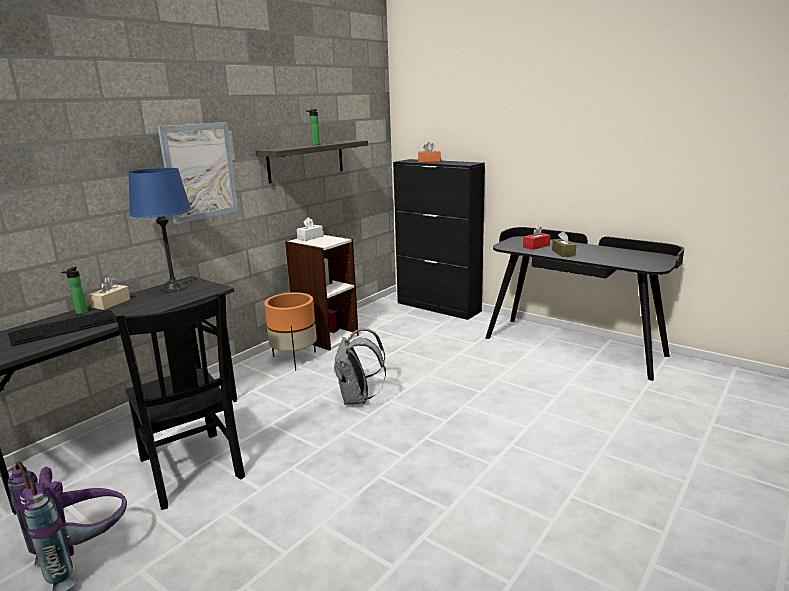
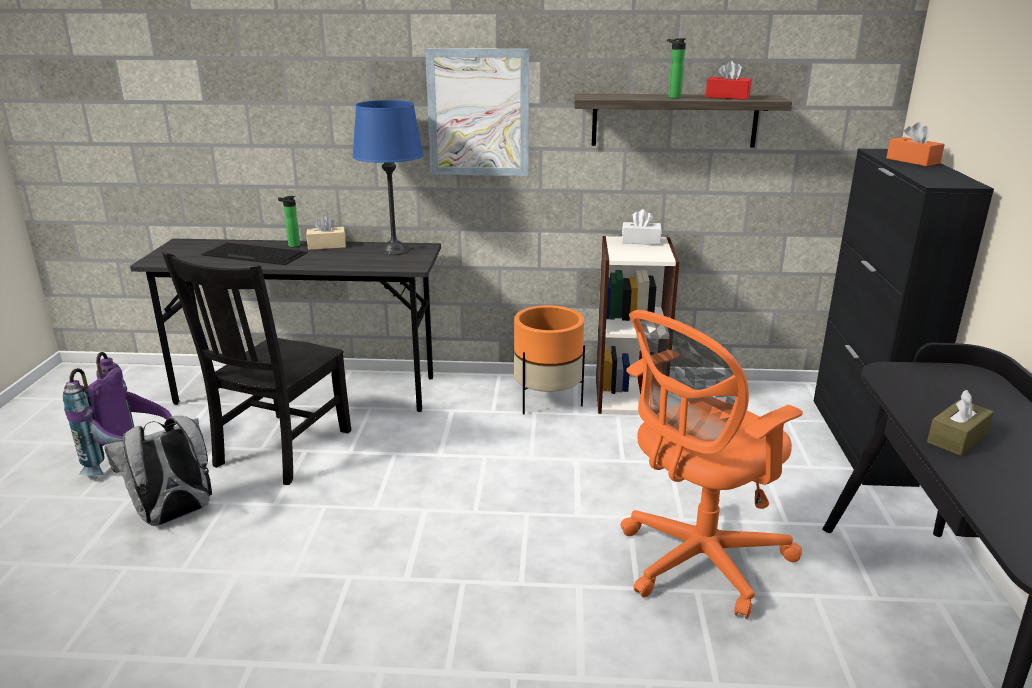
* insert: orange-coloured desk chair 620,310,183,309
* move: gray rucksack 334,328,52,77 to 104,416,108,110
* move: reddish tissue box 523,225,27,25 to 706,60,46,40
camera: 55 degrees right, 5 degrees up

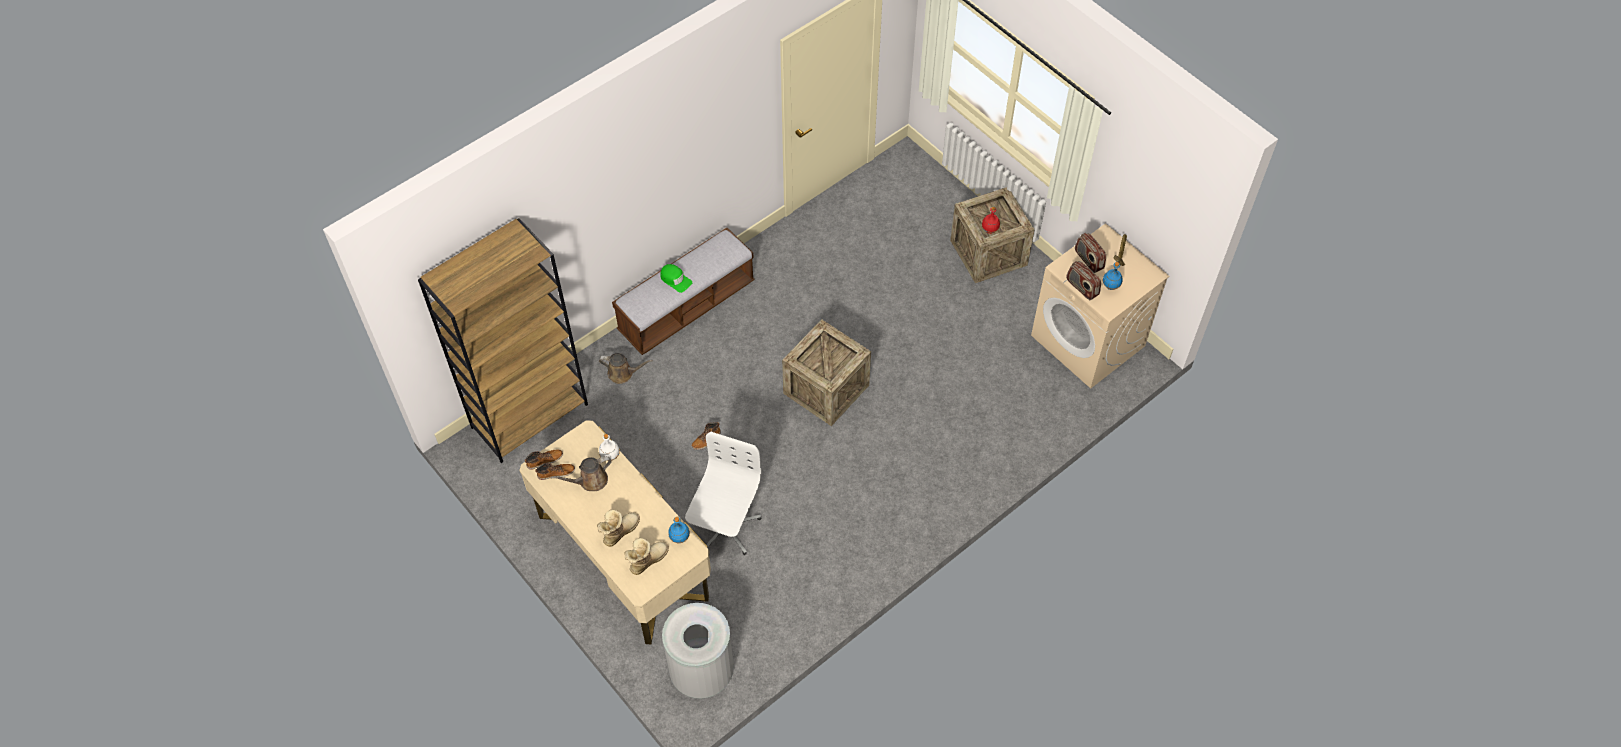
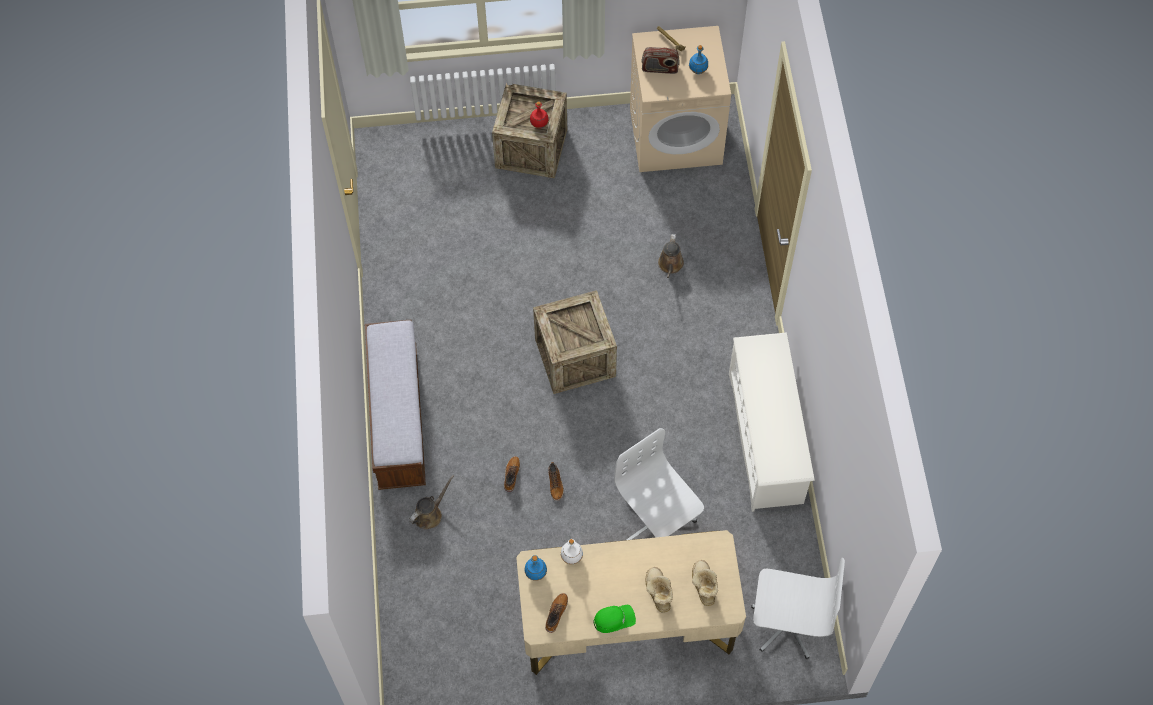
* delete: brown bookcase 418,218,170,245
* delete: radio set 1066,261,35,39
* insert: white shoe shelf 729,332,86,180
* move: high-top boot 525,449,38,21 to 504,456,16,36
* move: brown sprinkling can 551,456,61,35 to 658,234,26,44
* move: greenish baseball cap 660,264,32,29 to 594,605,42,28
* move: bluish beverage bottle 669,517,21,26 to 525,555,22,26
* replace: gray rubbish bin 662,603,72,95 to white desk chair 751,558,94,101
camera: 55 degrees left, 5 degrees up

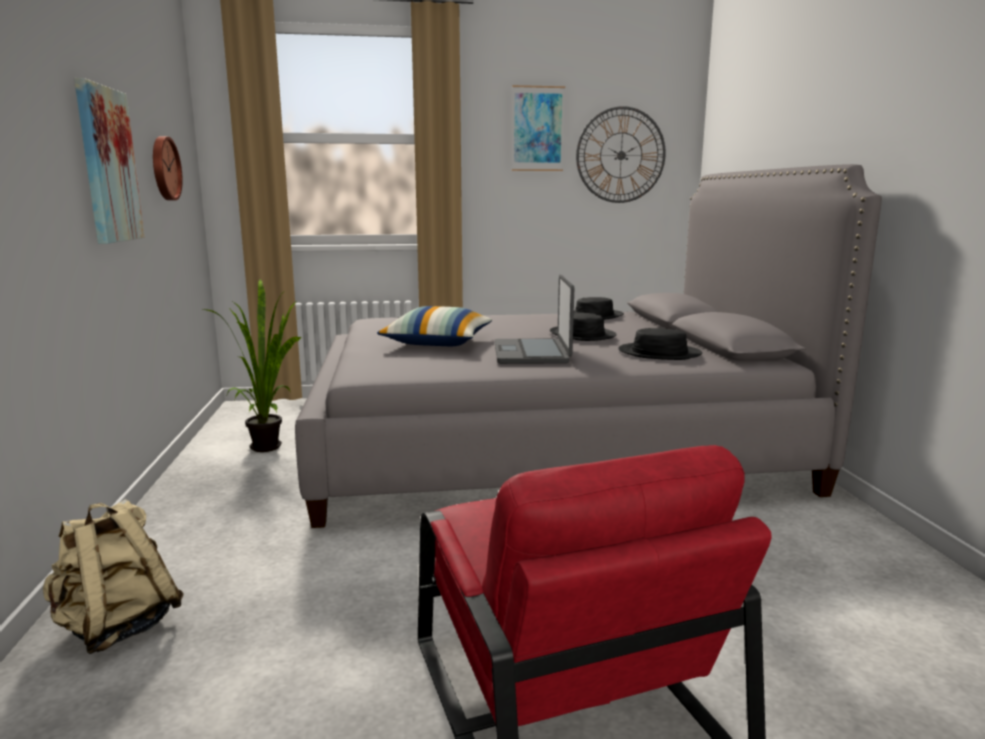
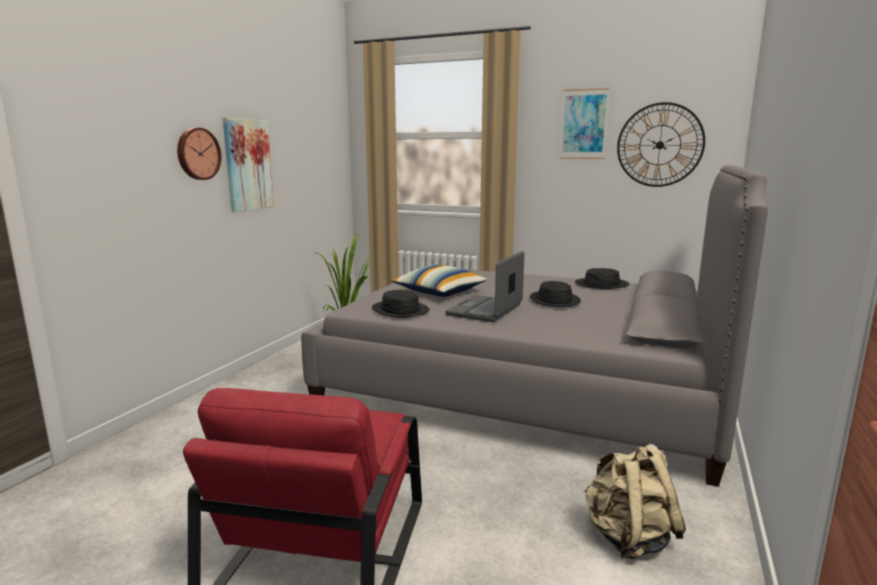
* move: beige-coloured rucksack 43,499,141,155 to 585,444,101,115
* move: hanging clock 153,136,30,64 to 177,128,44,52
* move: black-coloured clothing hat 618,328,84,32 to 372,290,57,28
camera: 30 degrees right, 0 degrees up

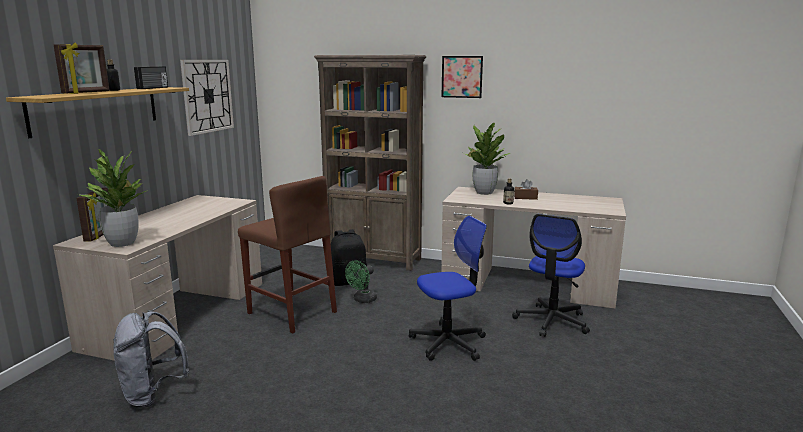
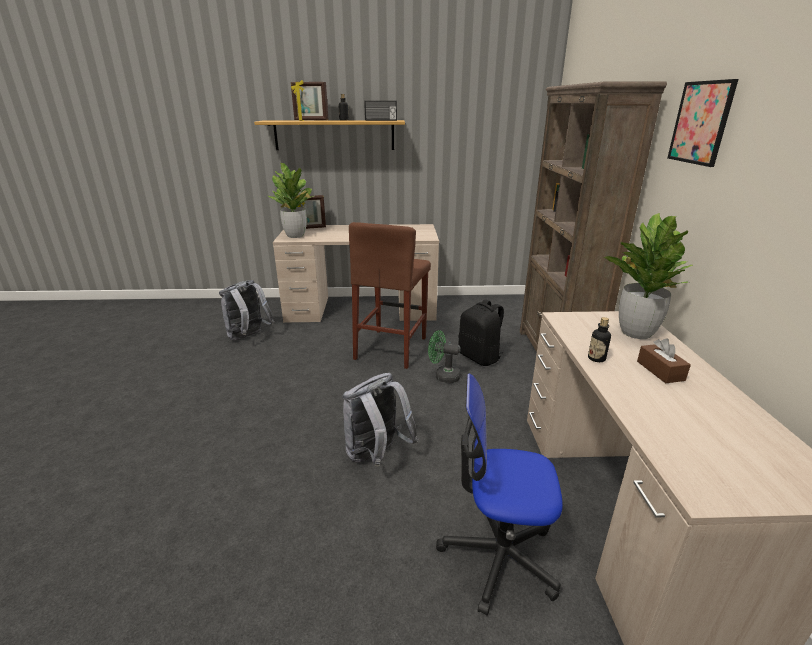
* delete: hanging clock 180,60,54,76
* replace: desk chair 409,216,78,145 to gray rucksack 342,373,77,94
camera: 70 degrees right, 10 degrees up

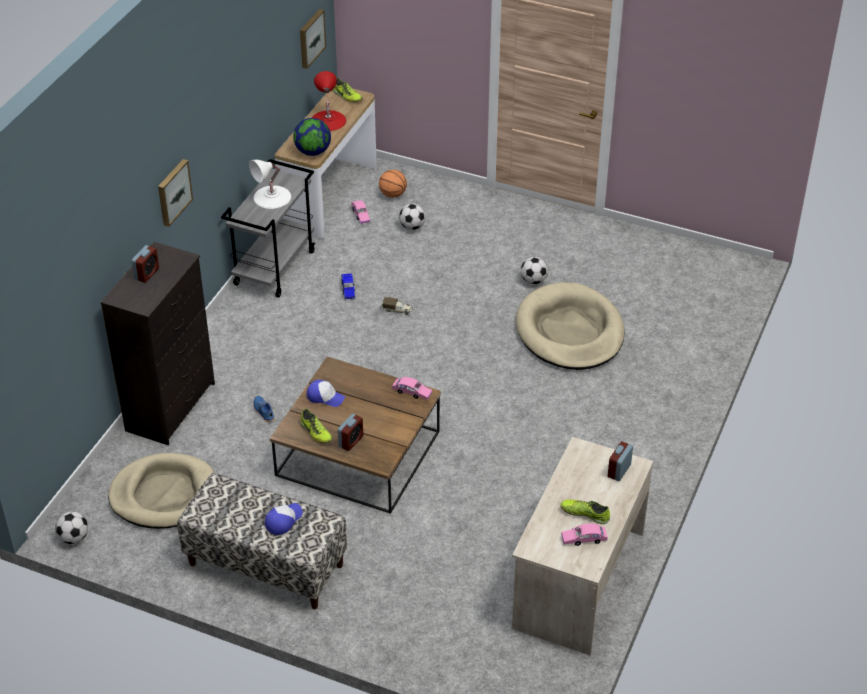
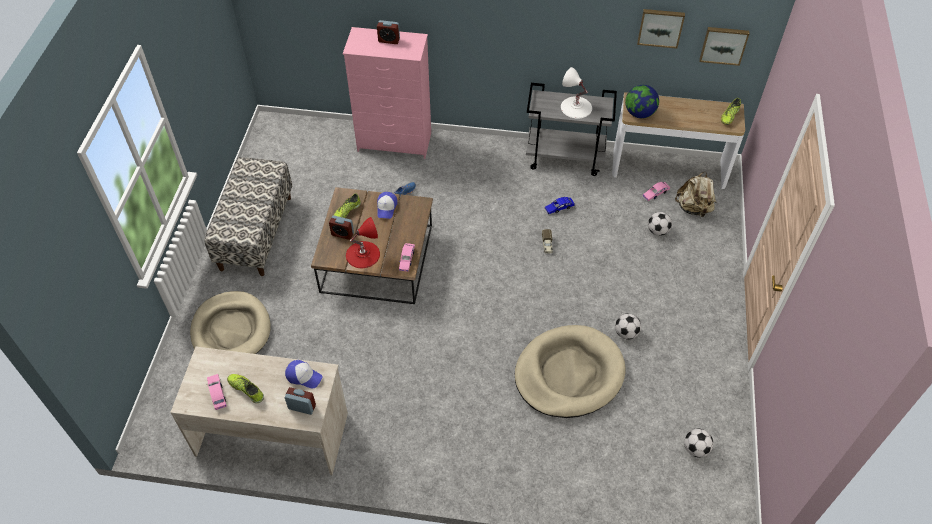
* move: ball for football 55,511,33,33 to 684,429,30,28
* move: beige-coloured dog cushion 108,453,106,76 to 190,291,81,63
* move: wall picture 158,159,35,68 to 637,9,48,40
* move: baseball cap 265,503,38,32 to 285,360,38,28
* move: reddish tabletop lamp 312,71,34,60 to 346,217,34,51
* replace: basketball 379,170,28,28 to beige-coloured rucksack 675,172,42,45
* recolor: black-coloured dresser 100,242,115,203 to pink dresser 343,27,88,132
* rotate: item of footwear 560,499,50,25 = 227,374,37,29 60 degrees counterclockwise
camera: 75 degrees right, 10 degrees up

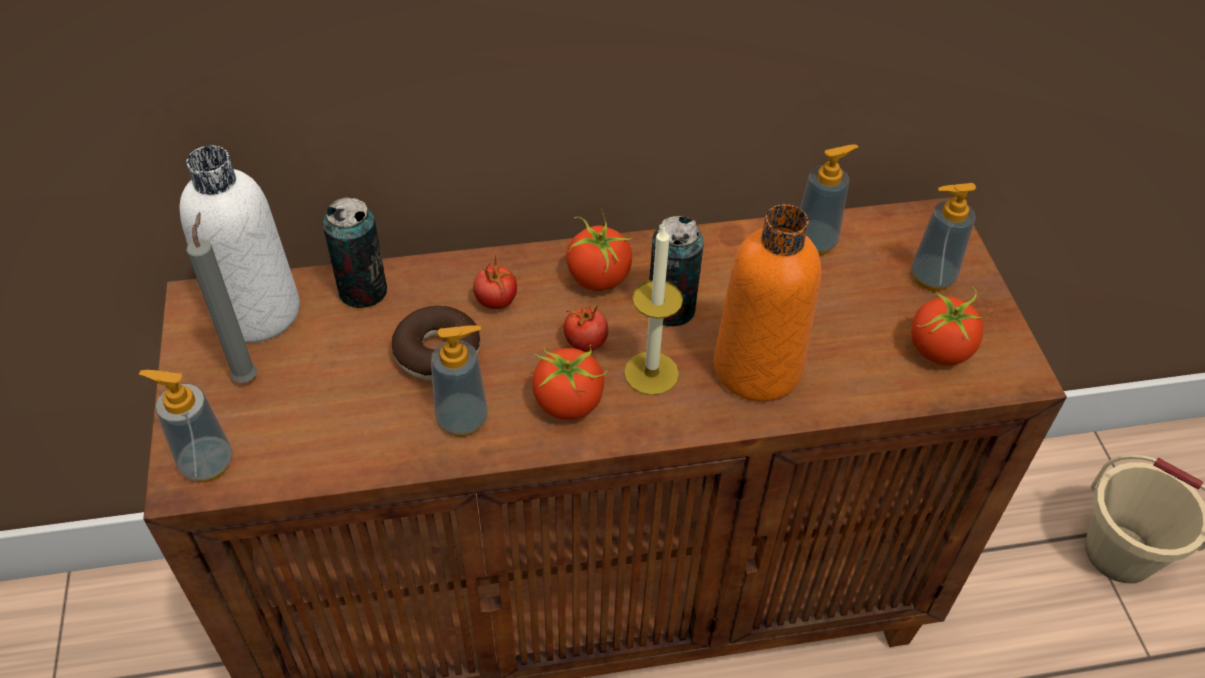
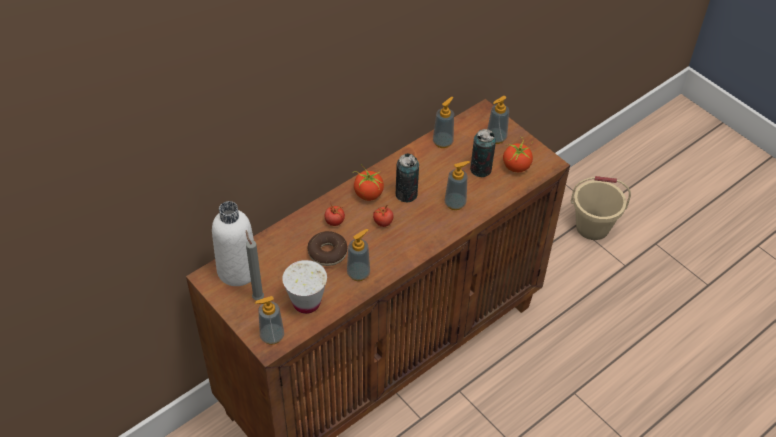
* delete: whole tomato 532,345,75,75
* delete: candle 624,226,59,169
* insert: white cup 282,260,45,54
* move: sealed can 323,197,64,111 to 470,129,26,48
* replace: orange-coloured beverage bottle 714,204,107,198 to liquid soap bottle 444,161,26,49
camera: 30 degrees left, 0 degrees up

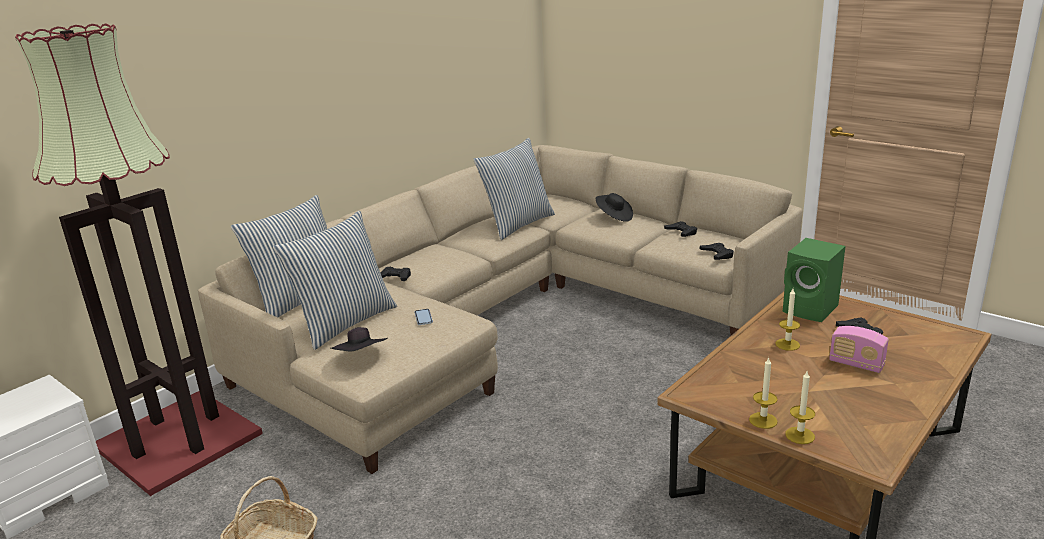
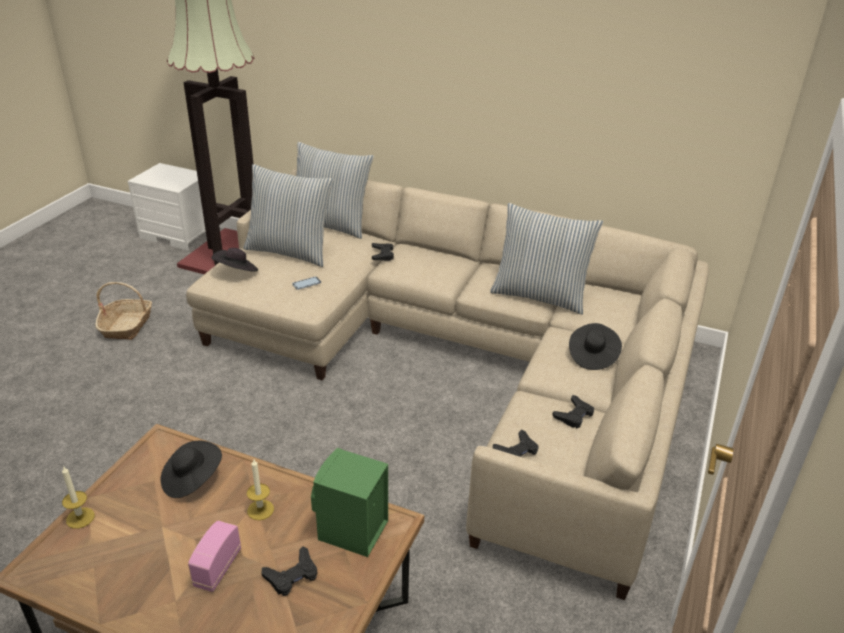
* delete: candle 749,357,29,72
* insert: black-coloured clothing hat 161,441,61,57
camera: 70 degrees right, 10 degrees up

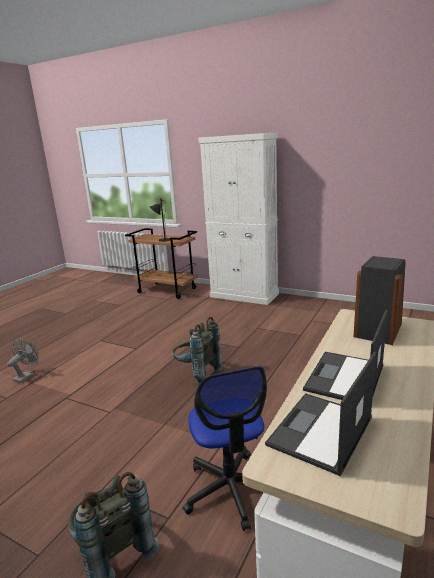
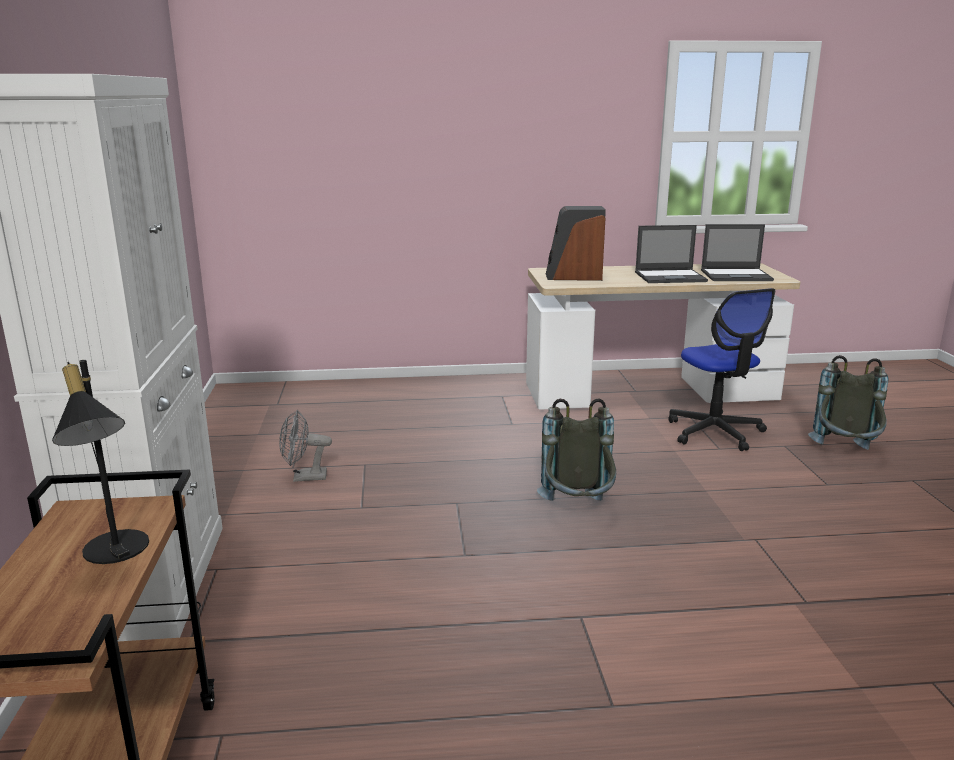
* move: gray fan 7,339,31,44 to 279,410,53,72
* rotate: desk chair 183,366,84,165 = 668,288,107,163 120 degrees clockwise
camera: 125 degrees left, 0 degrees up

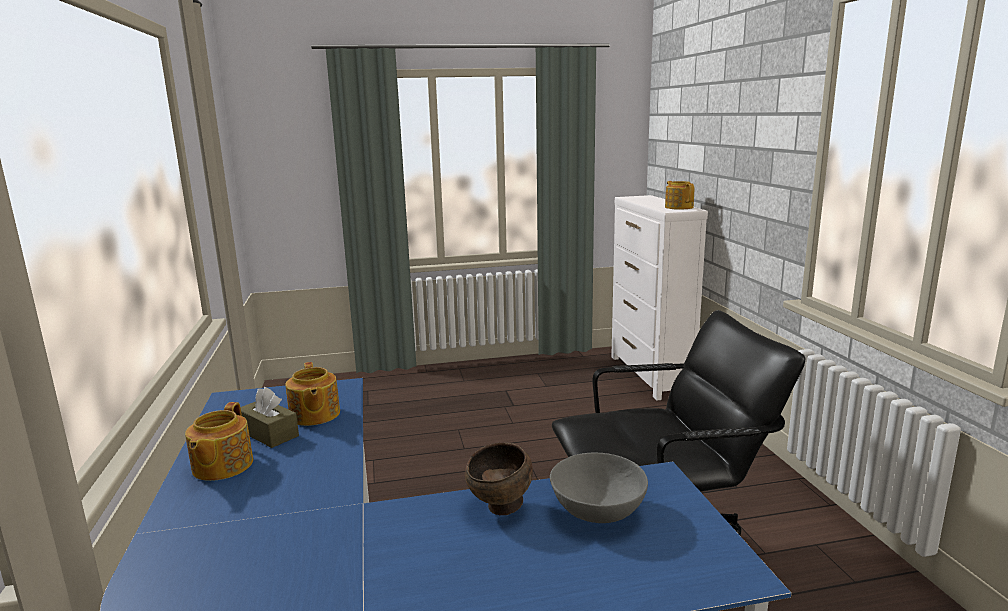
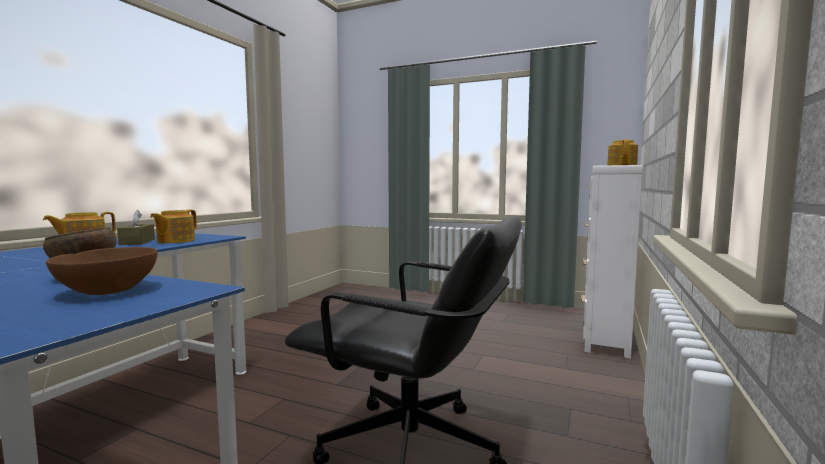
* recolor: gray serving bowl 550,453,98,70 to brown serving bowl 46,247,112,48
camera: 35 degrees right, 10 degrees down

